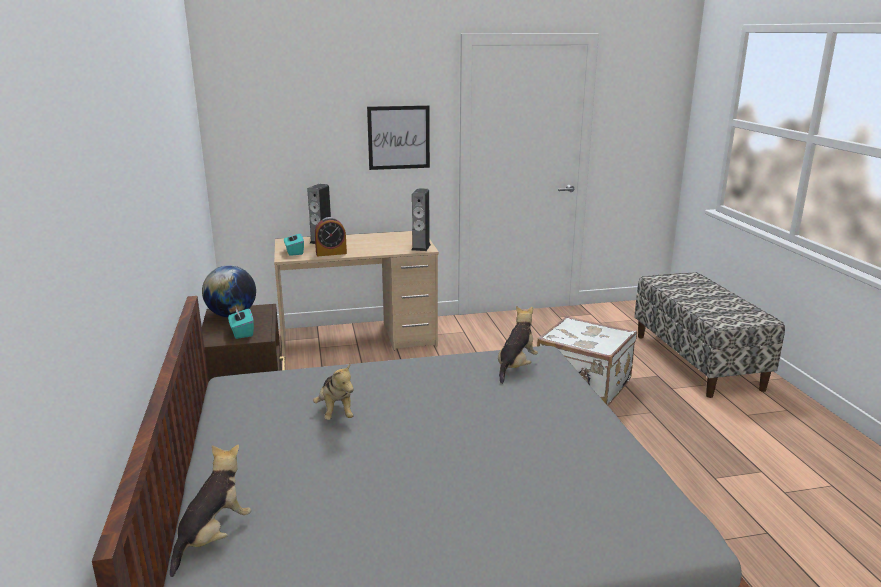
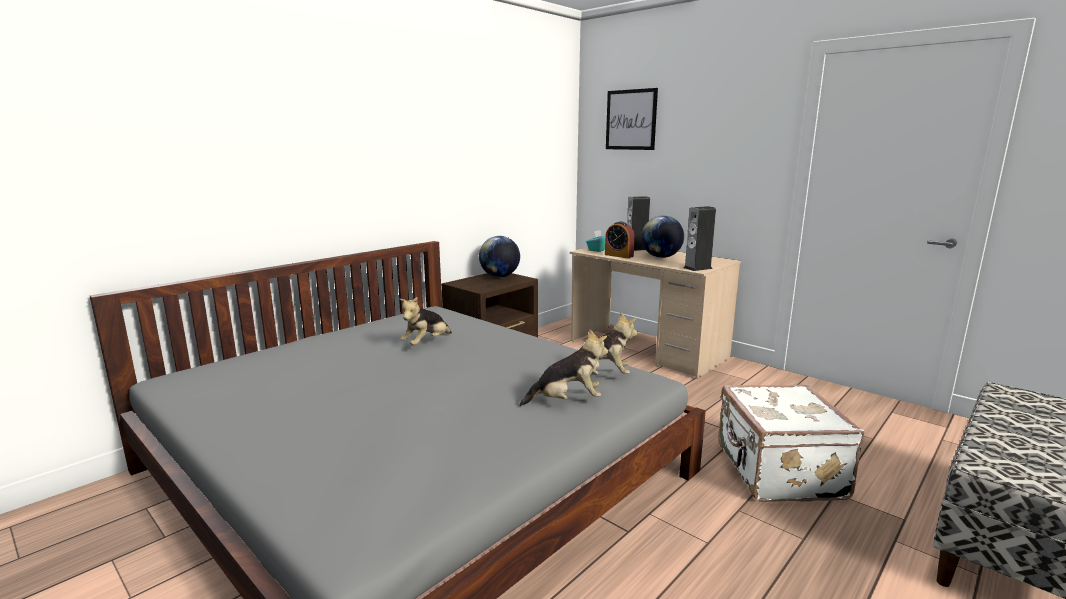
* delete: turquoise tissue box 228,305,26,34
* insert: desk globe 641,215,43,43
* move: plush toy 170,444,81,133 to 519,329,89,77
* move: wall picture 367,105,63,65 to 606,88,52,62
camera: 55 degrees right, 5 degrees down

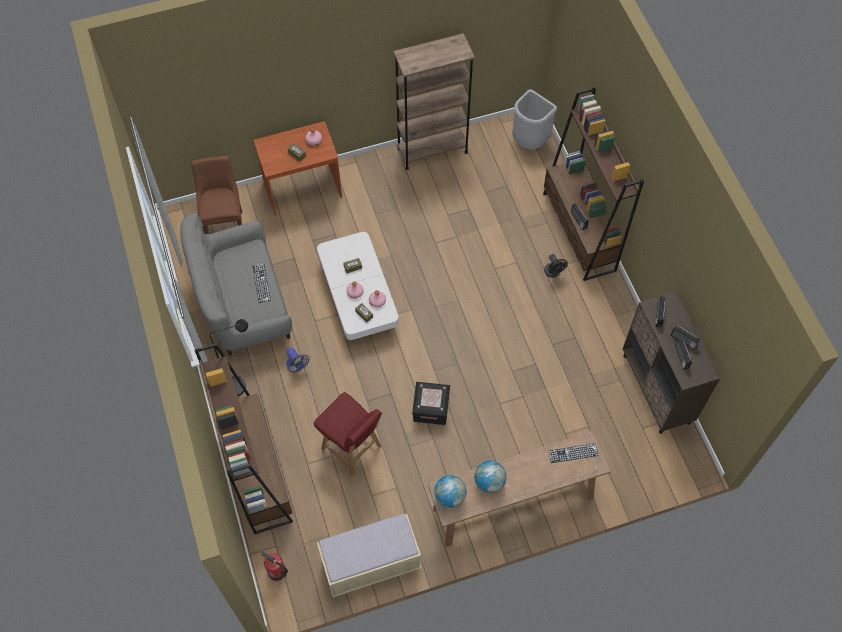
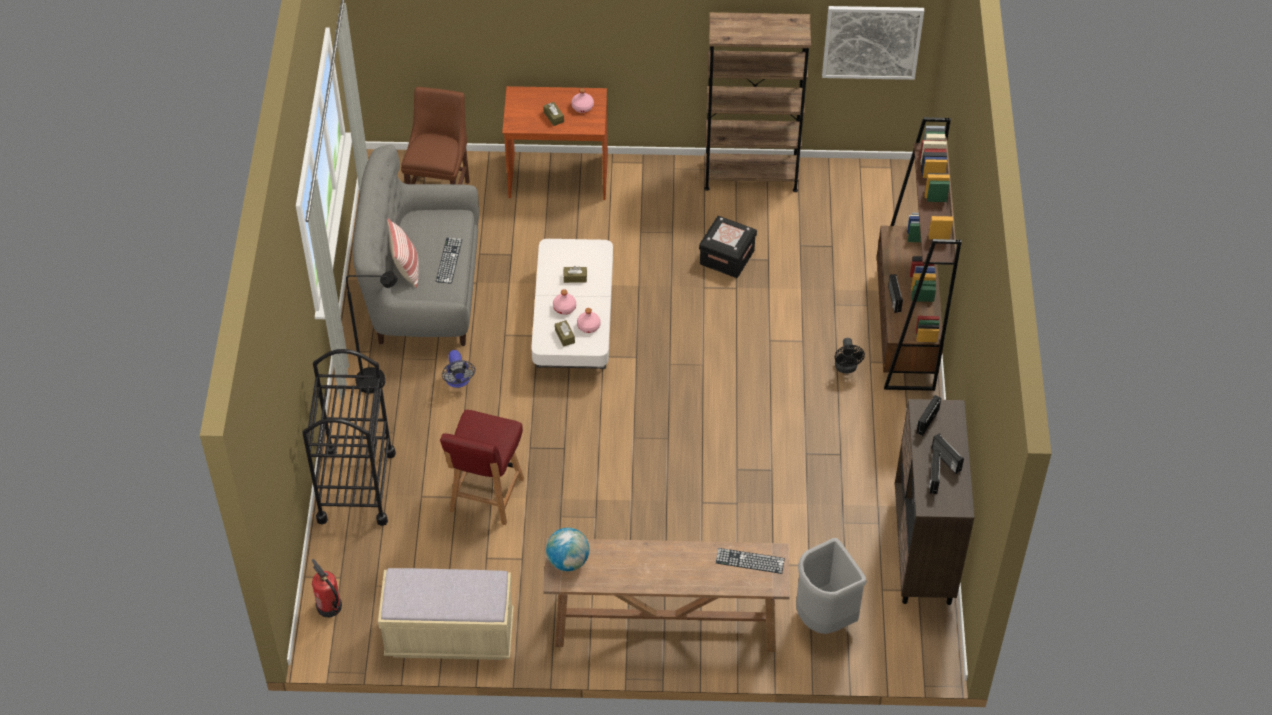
* delete: desk globe 474,461,32,32
* insert: pillow 387,218,32,70
* insert: wall picture 822,6,102,74
* move: black-coloured storage container 412,382,38,43 to 699,216,58,62
* move: gray rubbish bin 512,89,45,61 to 796,538,71,96
* replace: brown bookcase 195,343,98,191 to black-coloured wheeled cart 302,349,94,177
* rotate: reddish chair 314,392,68,84 = 440,410,84,115 45 degrees clockwise
camera: 20 degrees right, 10 degrees down

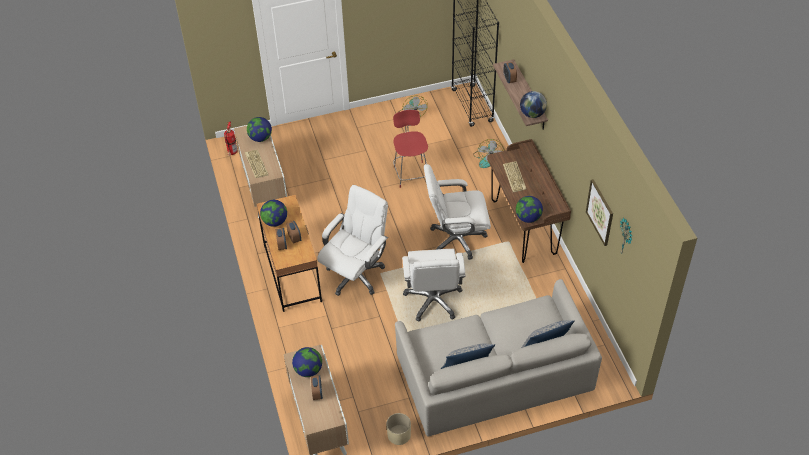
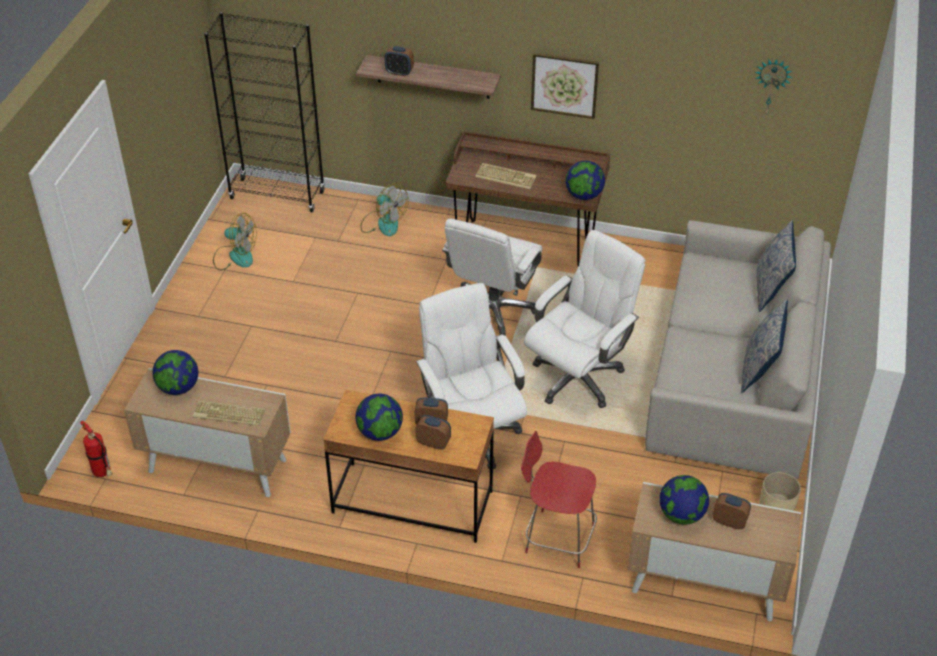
* delete: desk globe 520,91,27,27
* move: reddish chair 393,110,35,78 to 521,431,76,137
* move: wall picture 586,179,27,67 to 531,53,68,66
* rotate: white desk chair 402,249,64,73 = 524,230,122,178 75 degrees counterclockwise
camera: 60 degrees left, 5 degrees down

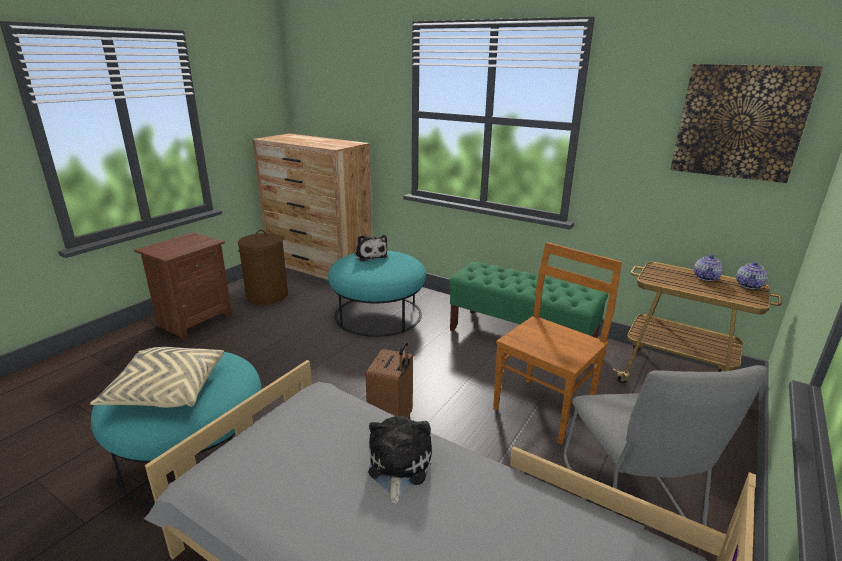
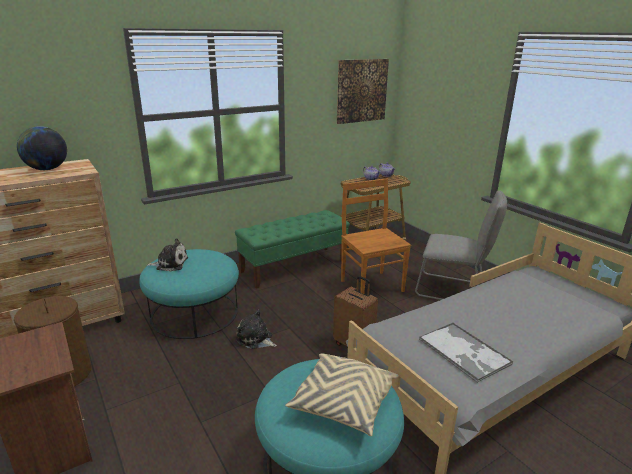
* insert: desk globe 17,126,50,44
* insert: carrying tray 419,322,94,61
* move: plush toy 368,416,64,88 to 236,309,41,40
camera: 65 degrees left, 0 degrees up

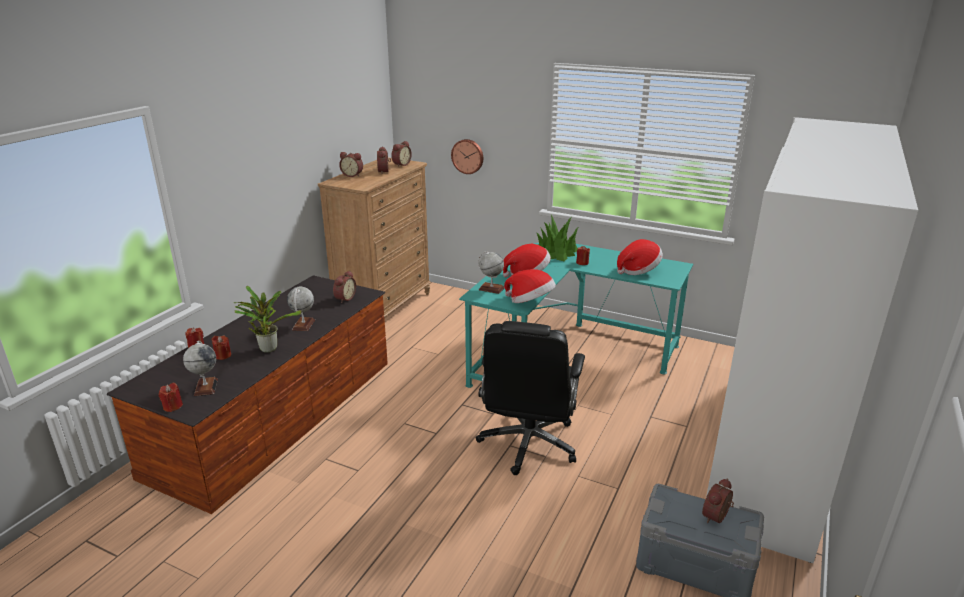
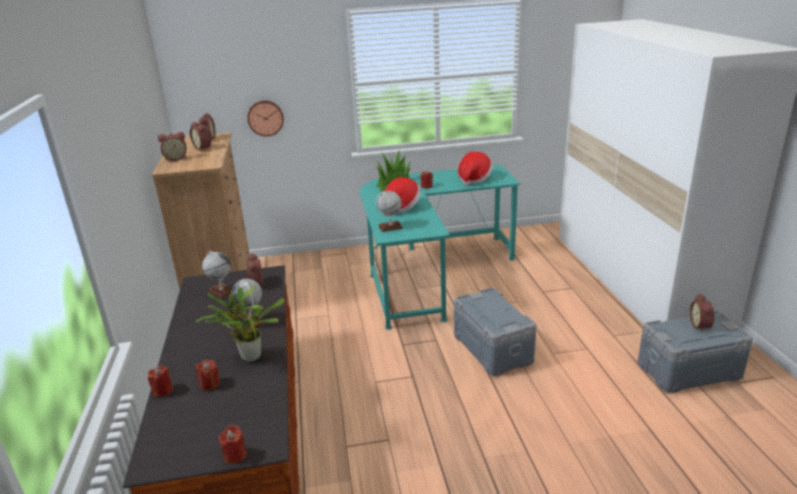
* delete: clothing hat 504,269,52,34
* move: desk globe 183,341,35,55 to 202,250,30,49
* replace: black-coloured desk chair 476,321,109,154 to gray storage container 454,288,83,88
camera: 35 degrees left, 0 degrees up

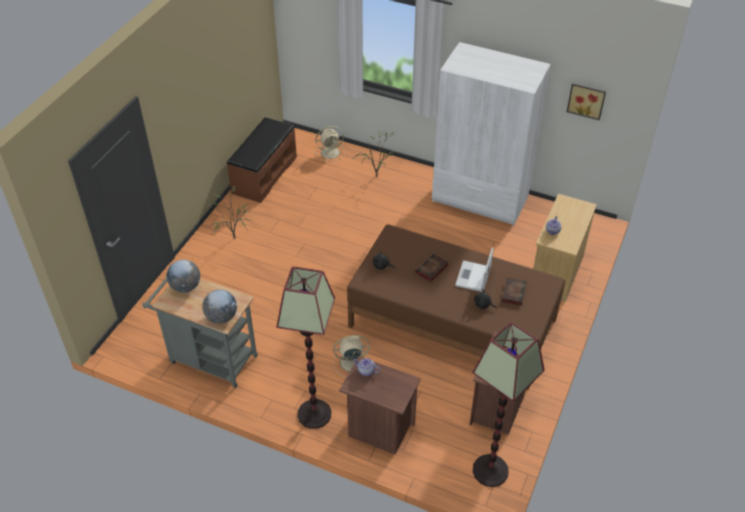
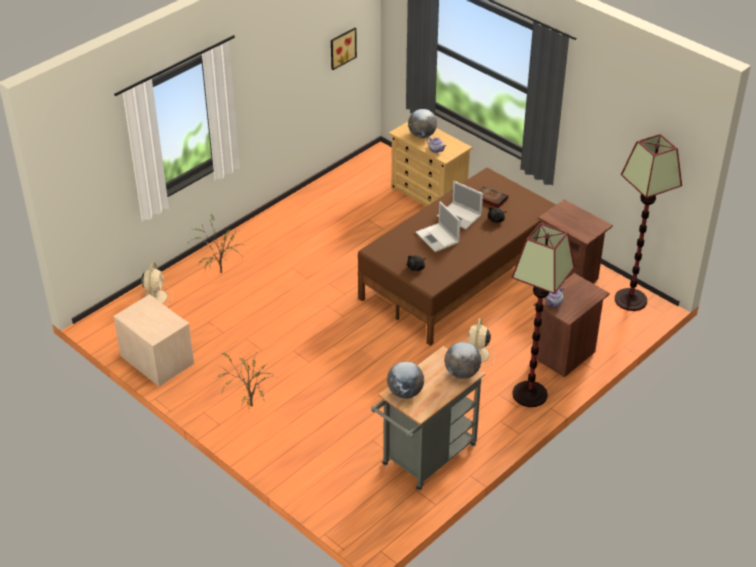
* delete: white armoire 432,42,119,184
* insert: desk globe 408,109,29,29
* replace: brown long seat 227,117,70,86 to beige-coloured nightstand 113,294,81,92
* replace: volume 415,254,34,28 to portable computer 416,201,44,51
camera: 70 degrees left, 5 degrees down

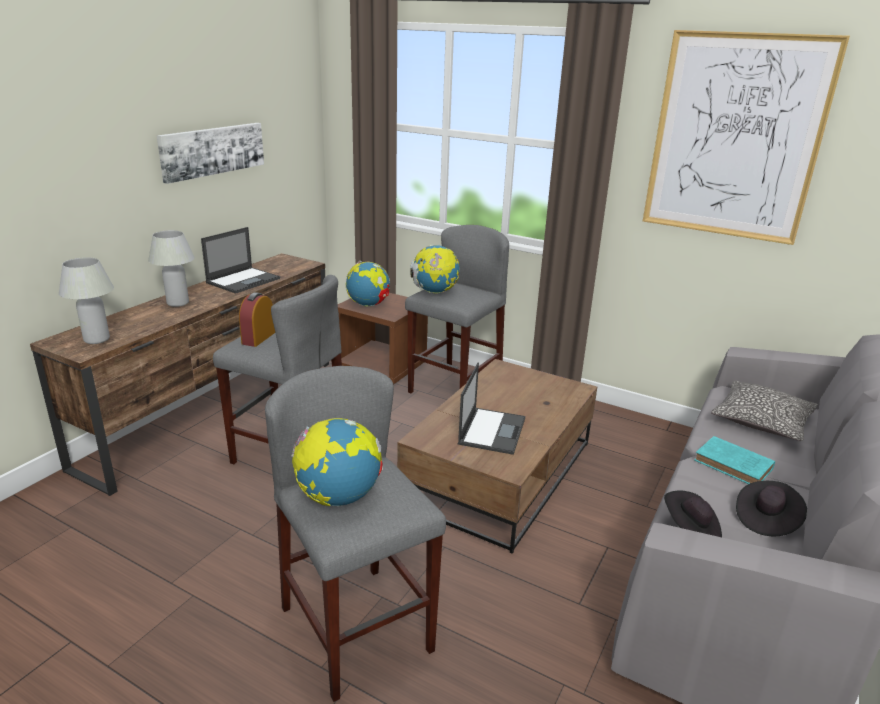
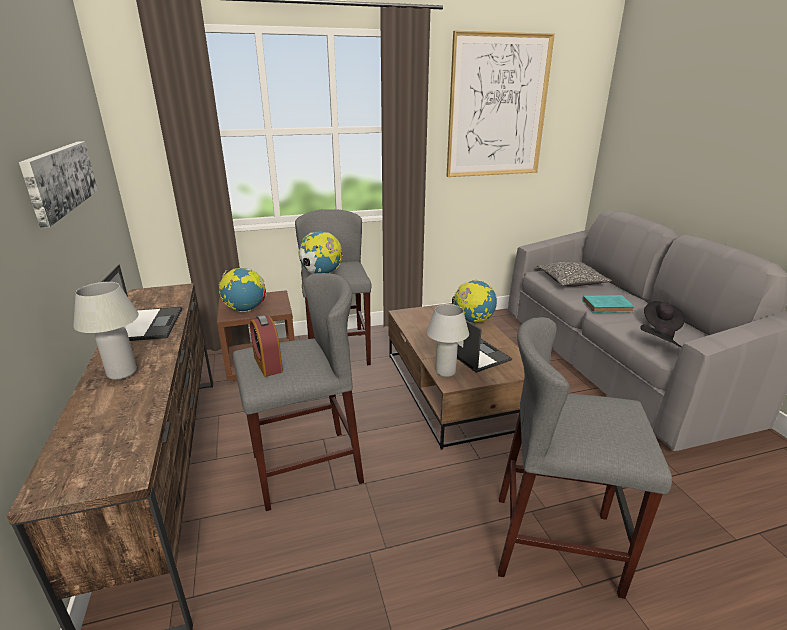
* move: white tabletop lamp 59,257,55,87 to 426,304,43,73
* move: desk globe 292,418,91,88 to 452,279,45,45
camera: 45 degrees left, 0 degrees up

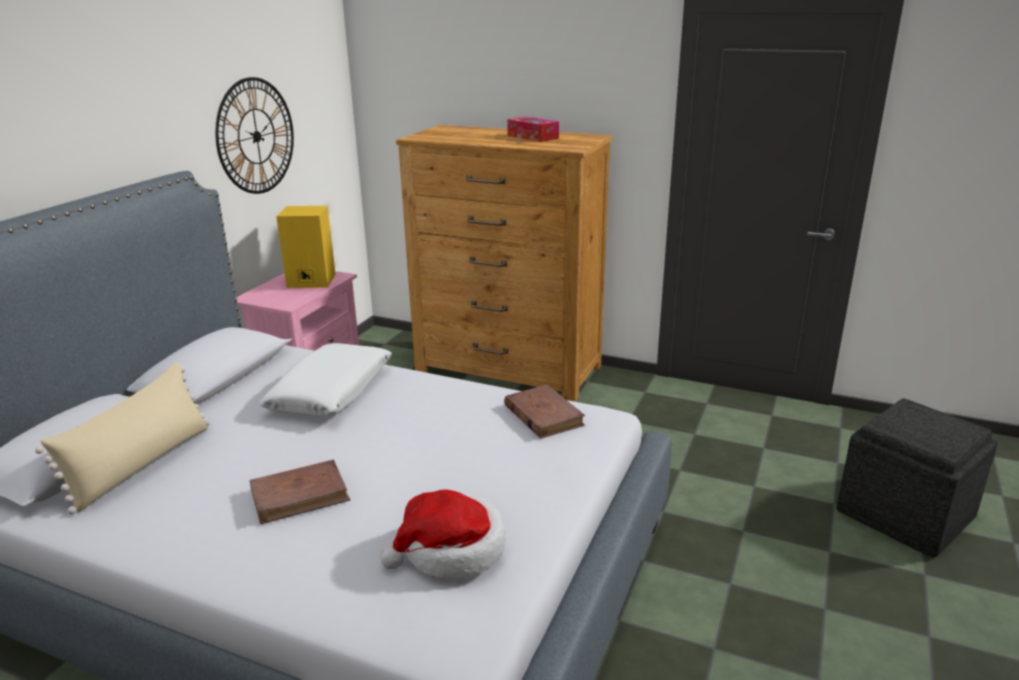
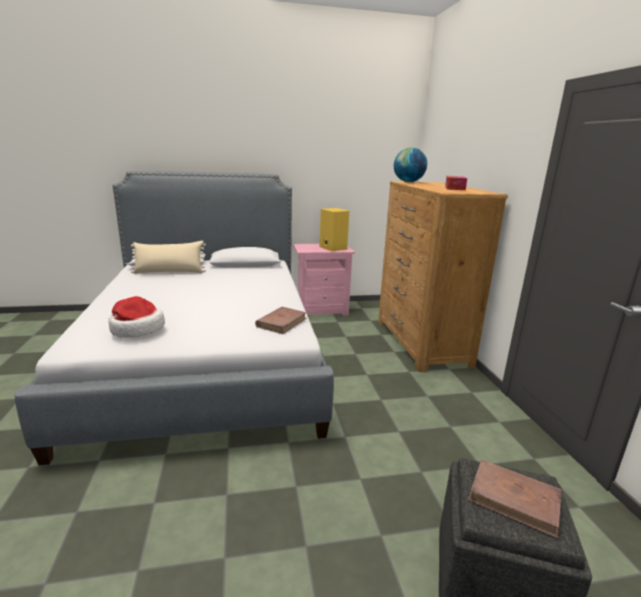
* delete: hanging clock 215,77,79,117
* delete: white pillow 259,343,133,73
* insert: desk globe 394,148,33,34
* move: brown volume 250,459,100,65 to 468,459,94,80
camera: 55 degrees right, 5 degrees down

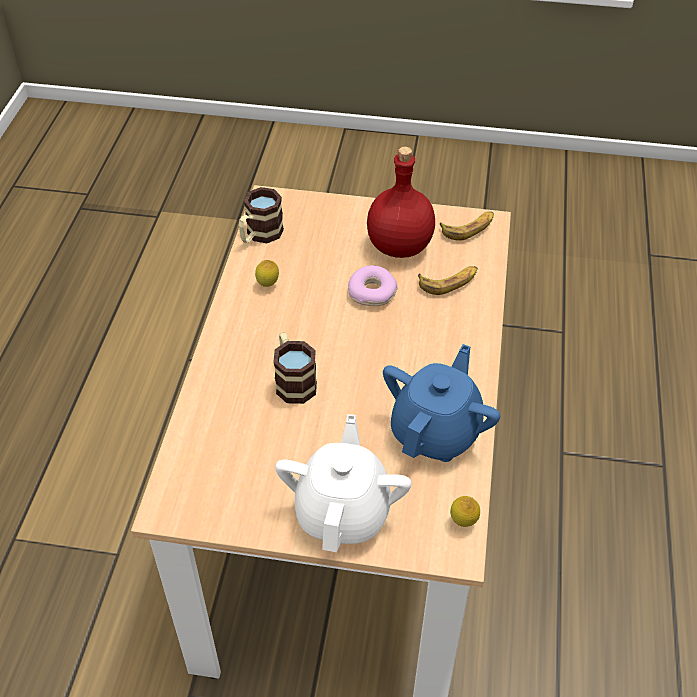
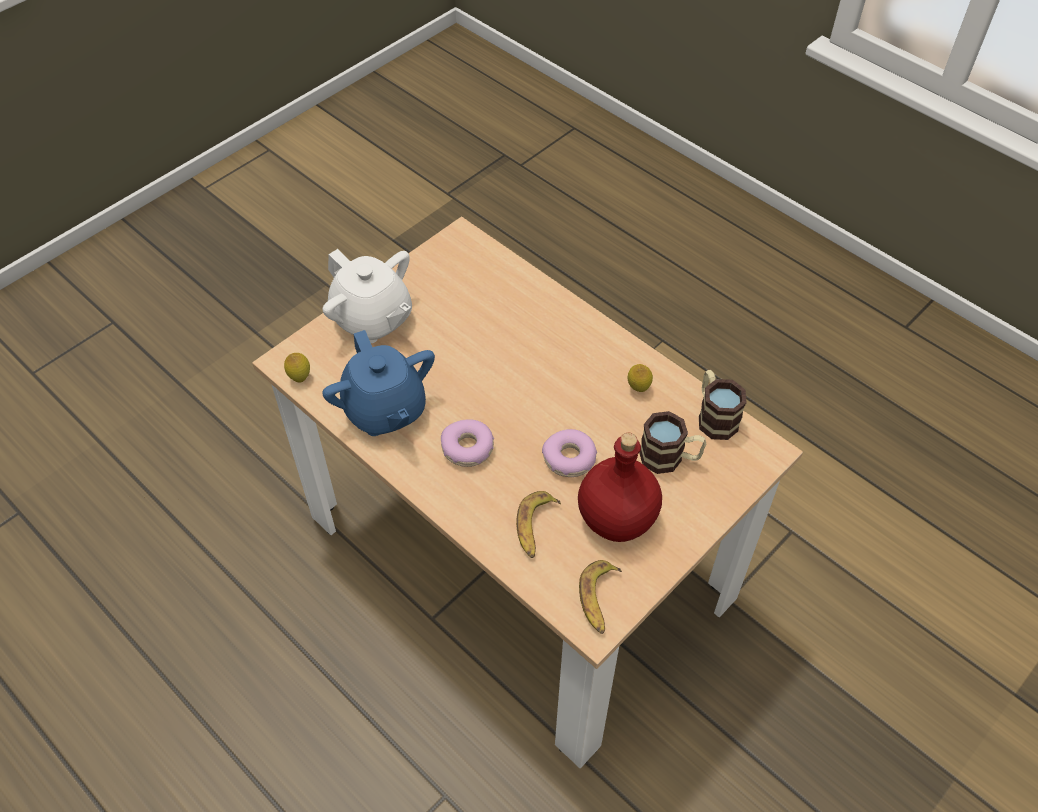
* insert: ring doughnut 441,419,53,48
* move: tea mug 273,332,44,72 to 639,411,67,63
camera: 125 degrees right, 5 degrees up

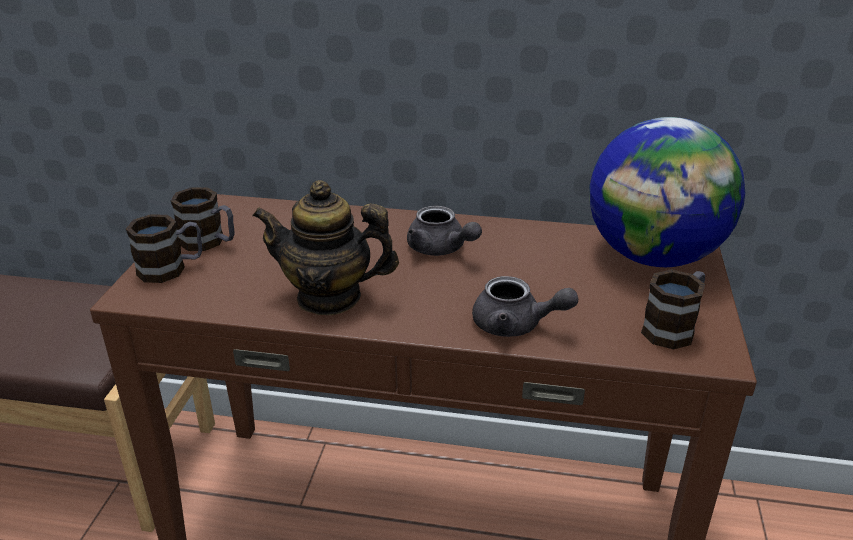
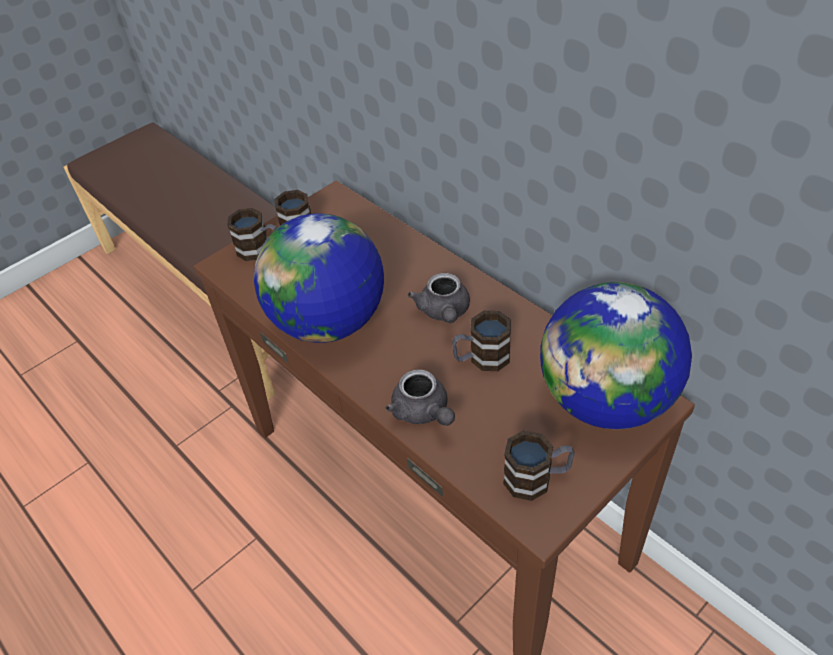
* insert: tea mug 452,311,59,60
* replace: pot for tea 252,180,147,135 to desk globe 254,214,130,129
camera: 40 degrees right, 15 degrees up

